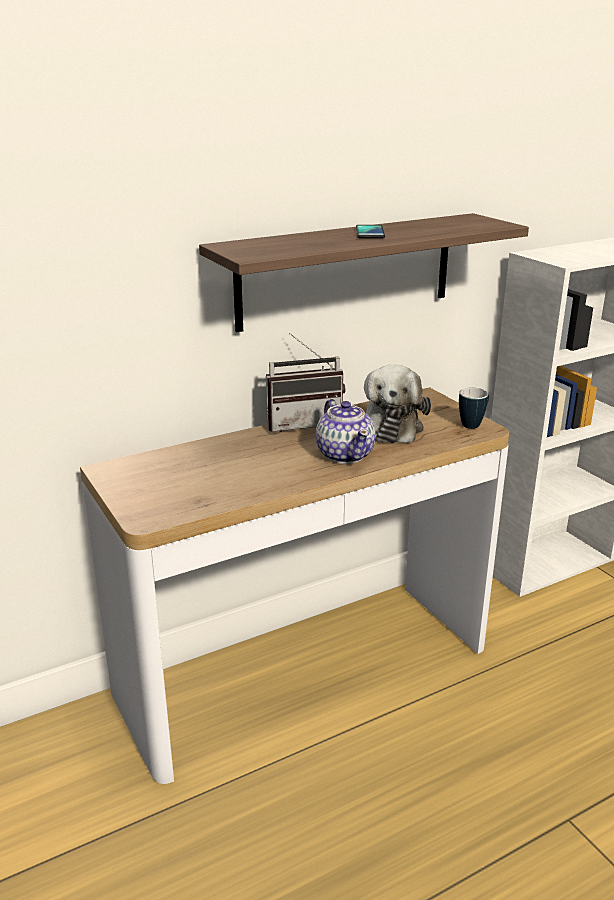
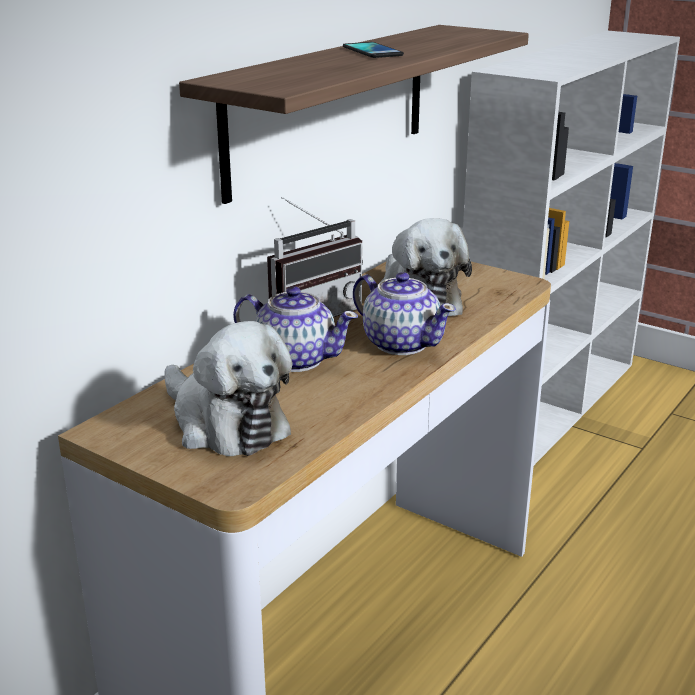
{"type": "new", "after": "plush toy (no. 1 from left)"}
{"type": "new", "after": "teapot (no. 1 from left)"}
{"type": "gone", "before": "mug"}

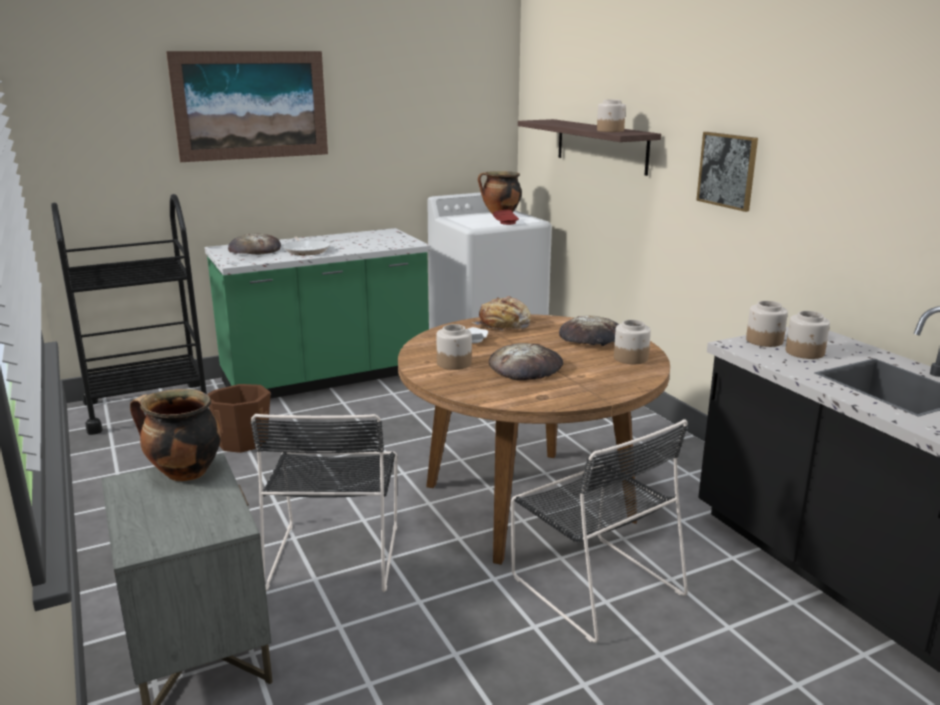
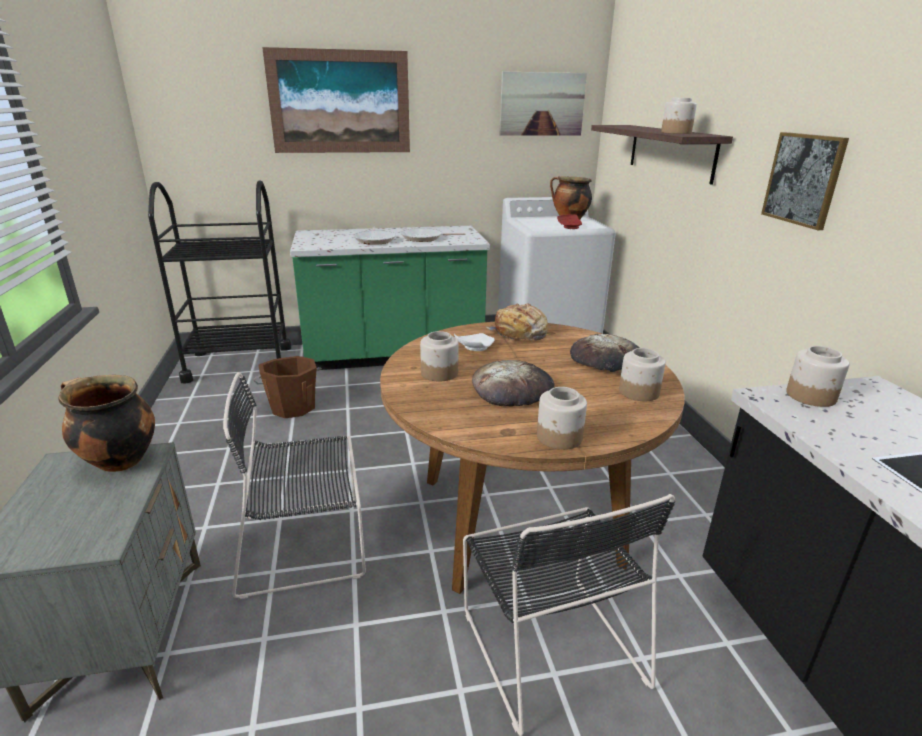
{"type": "rotated", "before": "black chair (no. 1 from left)", "turn": 60}
{"type": "new", "after": "frying pan (no. 2 from left)"}
{"type": "new", "after": "picture (no. 2 from left)"}
{"type": "shifted", "before": "jar (no. 5 from left in the first image)", "after": "jar (no. 2 from left)"}
{"type": "gone", "before": "bread (no. 1 from left)"}

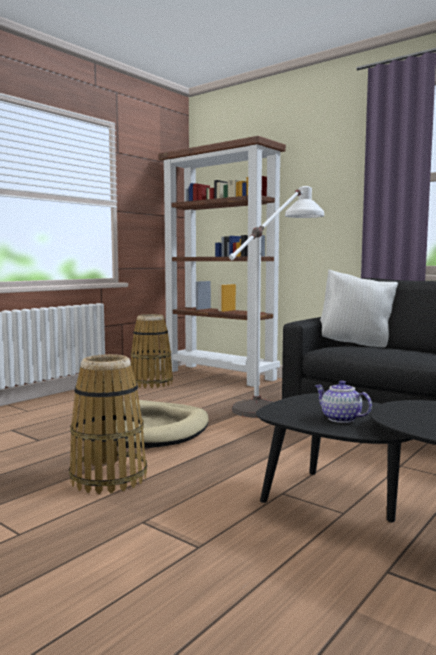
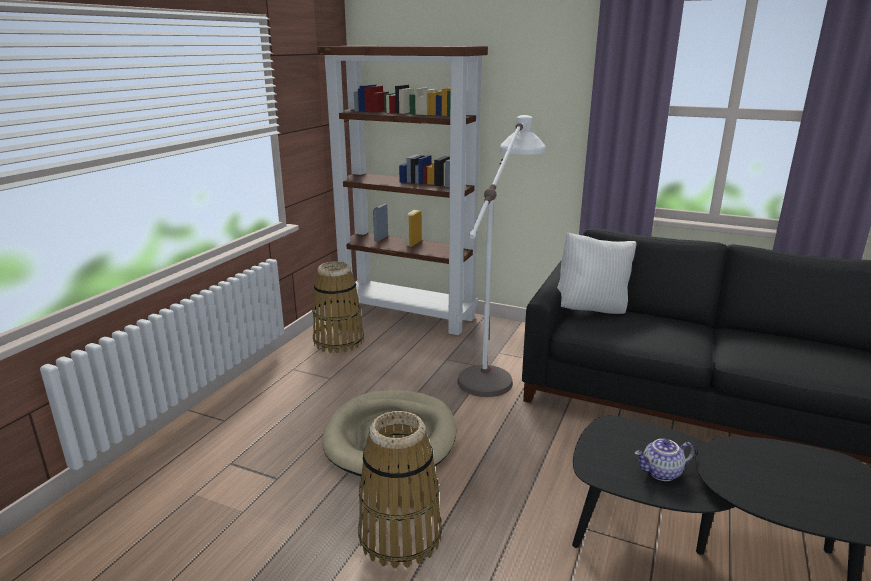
{"type": "rotated", "before": "teapot", "turn": -45}

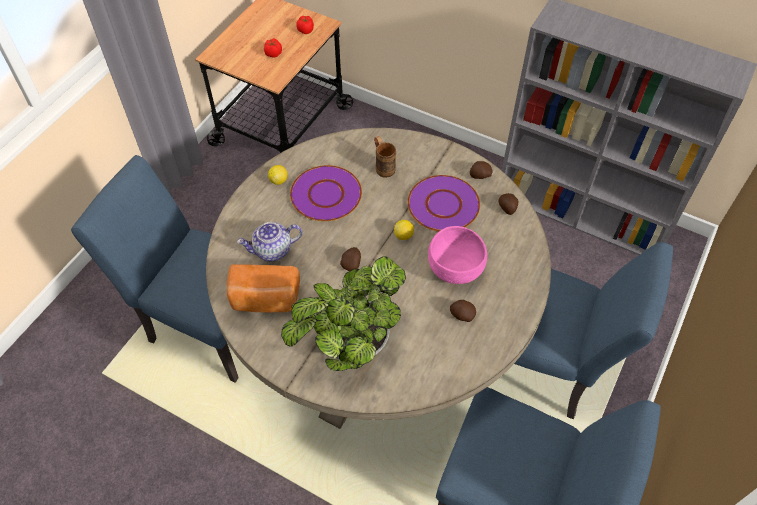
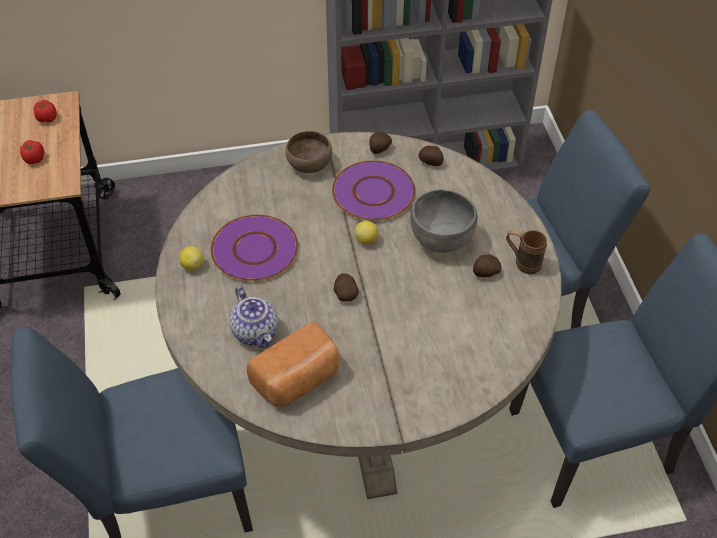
{"type": "rotated", "before": "teapot", "turn": -60}
{"type": "new", "after": "brown bowl"}
{"type": "repainted", "before": "pink bowl", "after": "grey bowl"}
{"type": "shifted", "before": "brown mug"}
{"type": "gone", "before": "potted plant"}

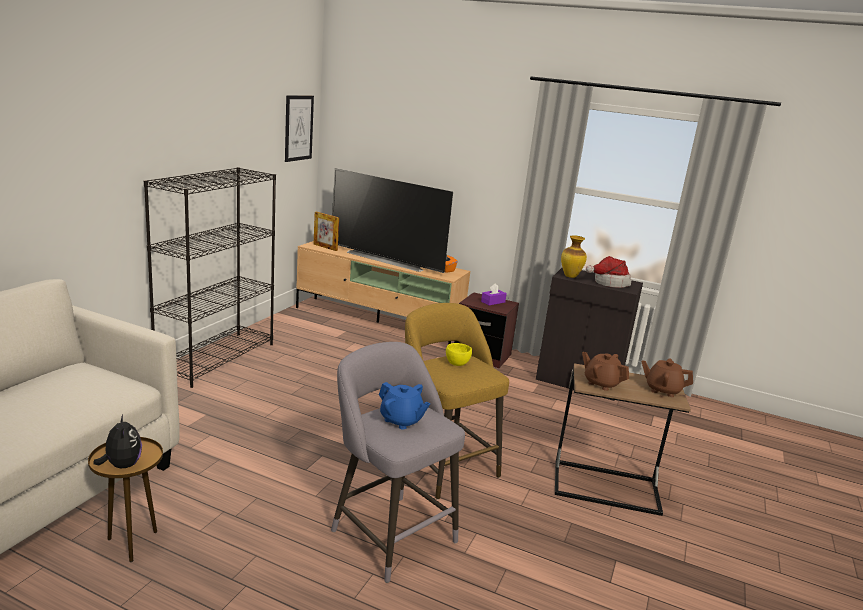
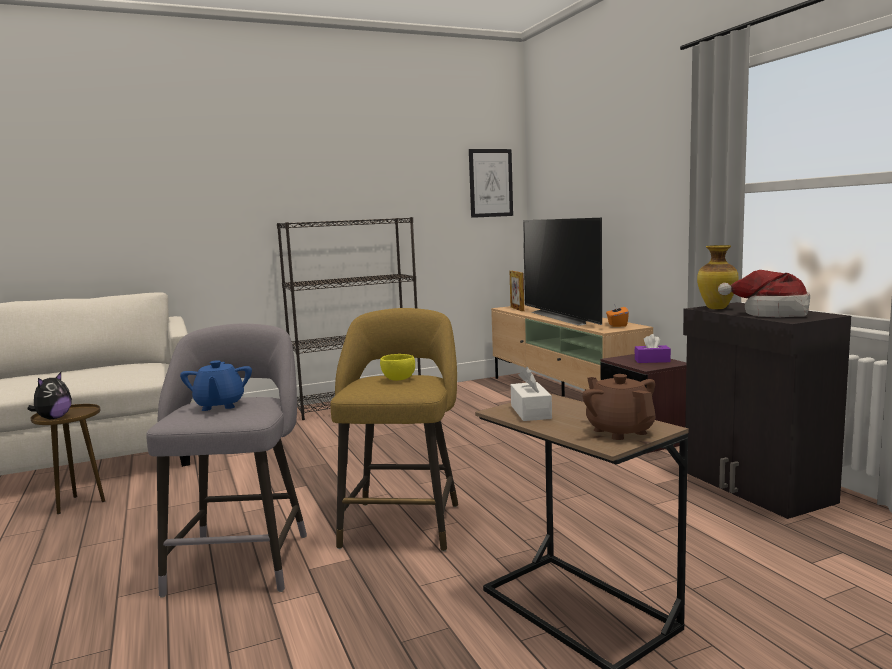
{"type": "swapped", "before": "brown teapot (no. 1 from left)", "after": "white tissue box"}

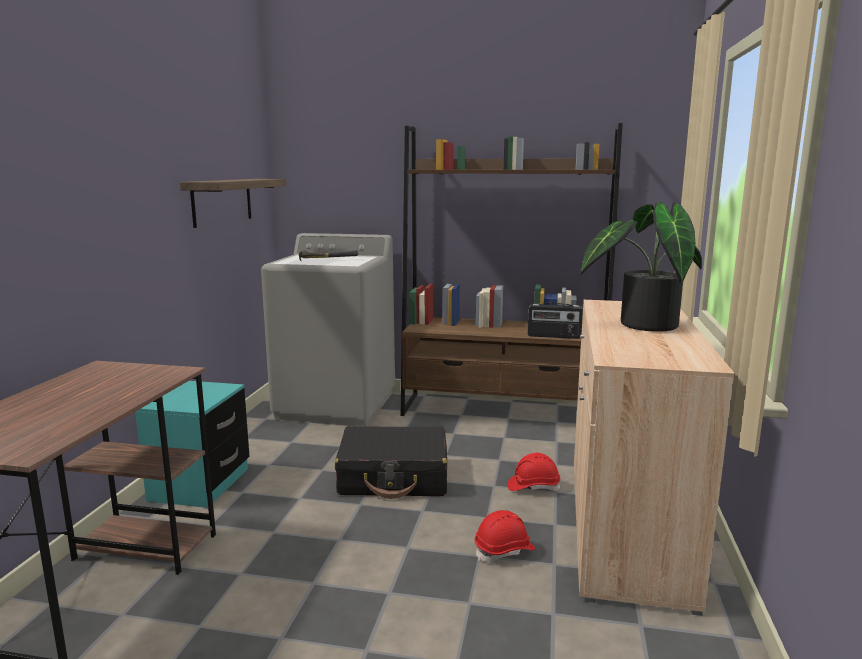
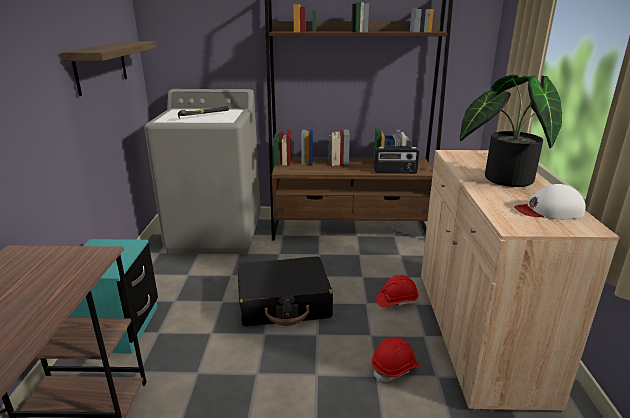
{"type": "new", "after": "white cap"}

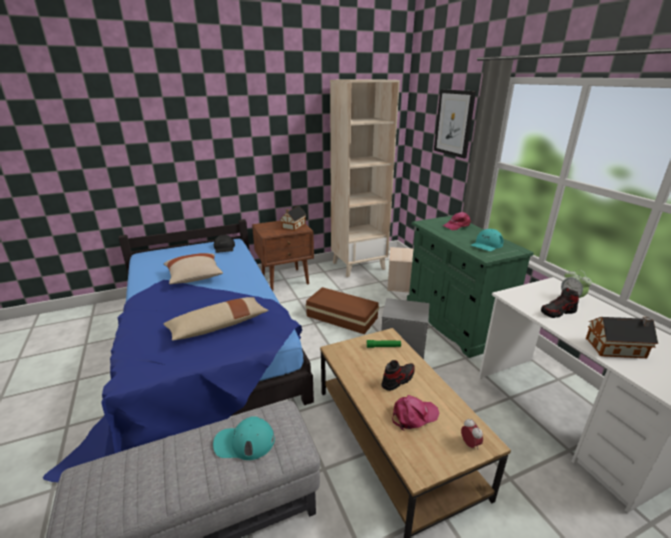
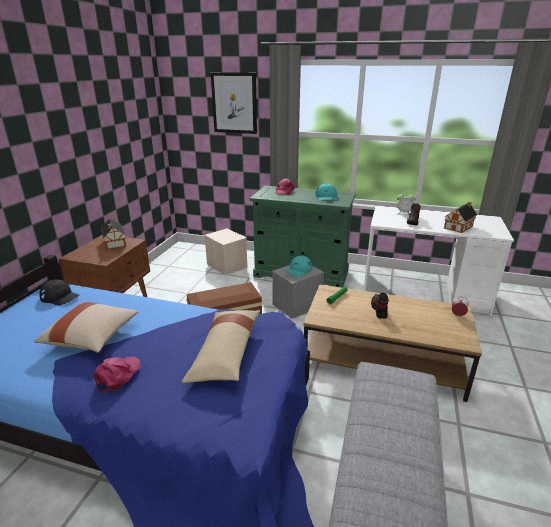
{"type": "shifted", "before": "pink cap (no. 1 from left)"}
{"type": "shifted", "before": "turquoise cap (no. 1 from left)"}
{"type": "gone", "before": "beige bookcase"}

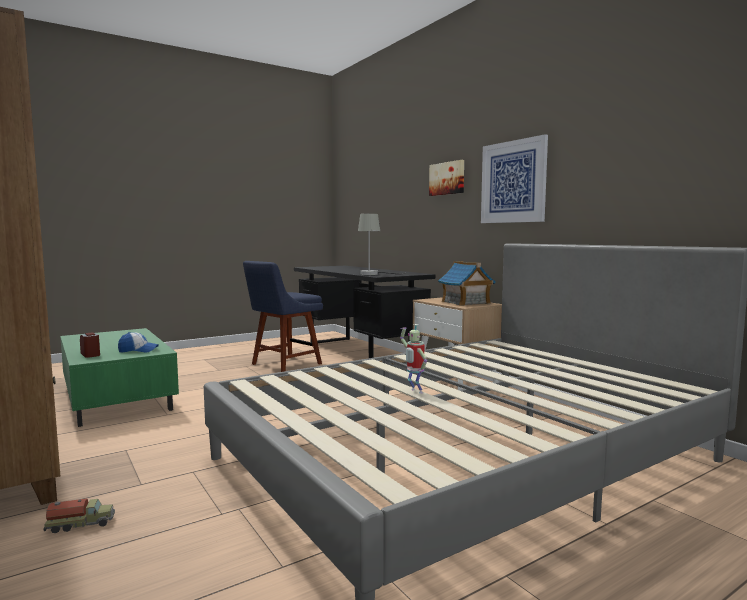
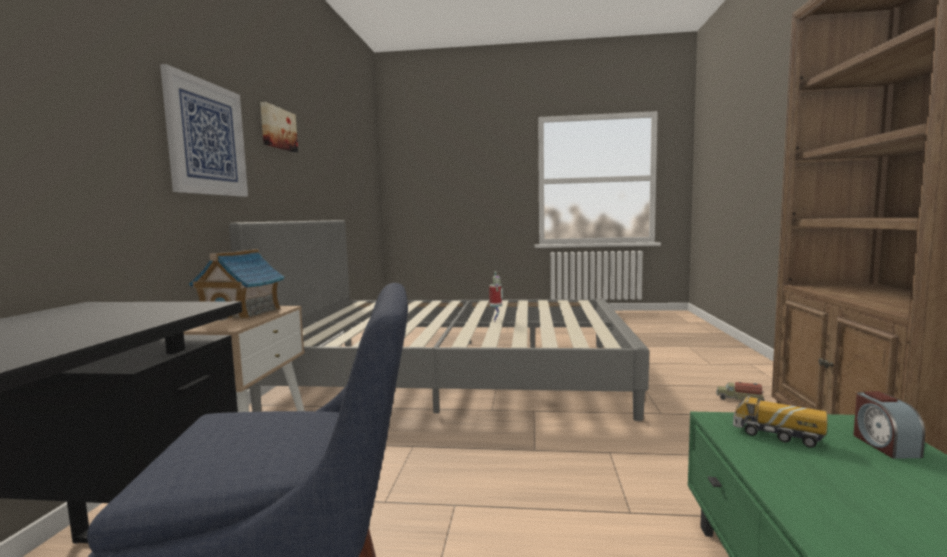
{"type": "shifted", "before": "picture (no. 1 from left in the first image)", "after": "picture (no. 2 from left)"}
{"type": "swapped", "before": "cap", "after": "toy truck (no. 2 from left)"}
{"type": "gone", "before": "grey table lamp"}

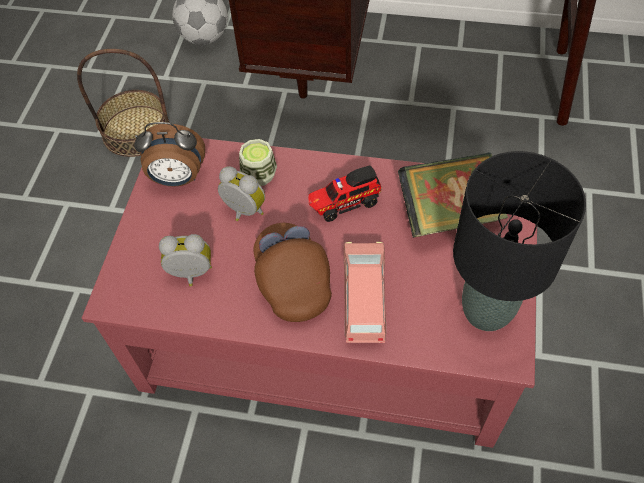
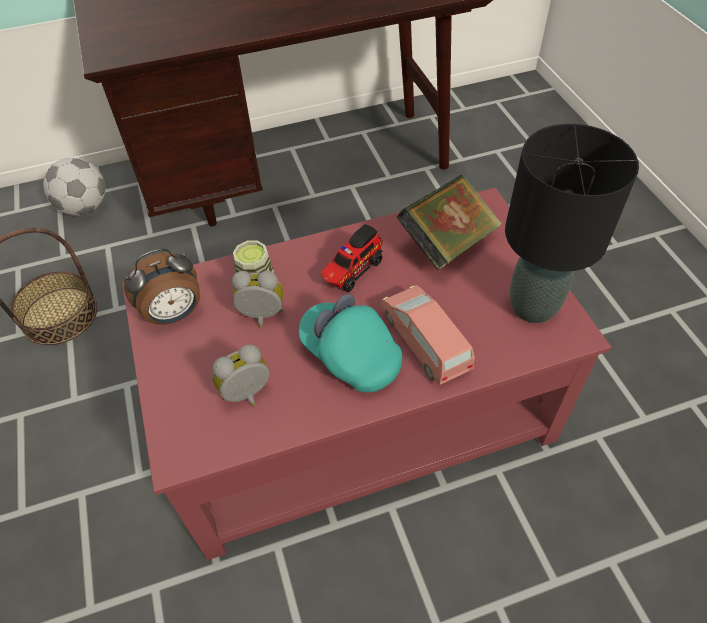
{"type": "repainted", "before": "brown cap", "after": "turquoise cap"}

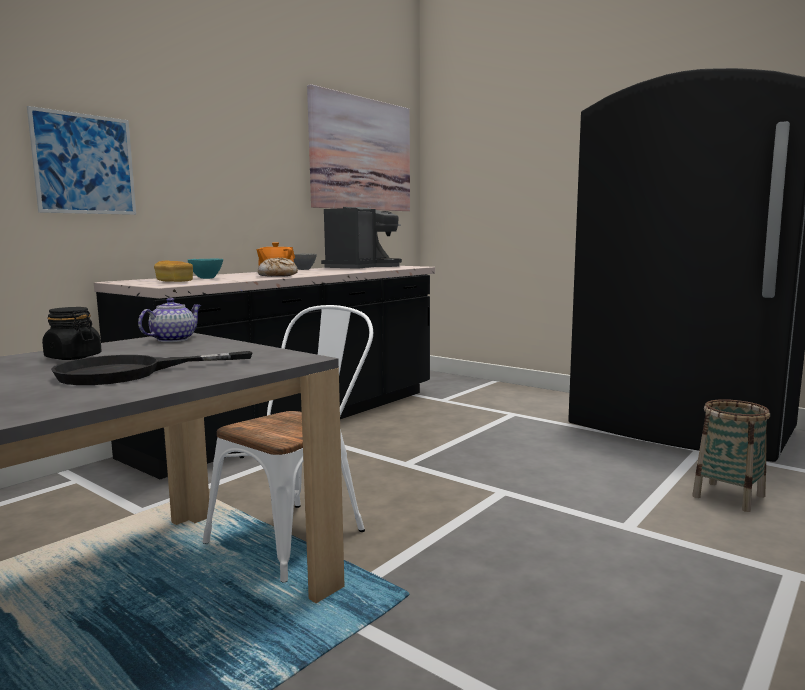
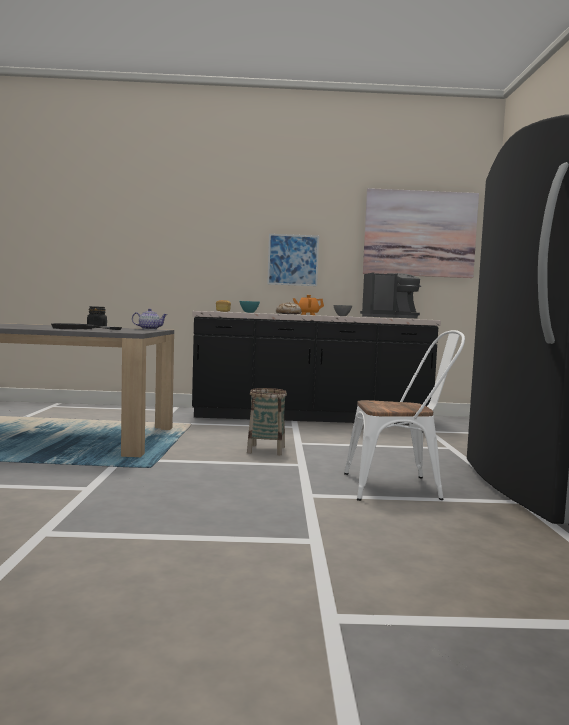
{"type": "shifted", "before": "basket"}
{"type": "shifted", "before": "picture (no. 1 from left)"}
{"type": "shifted", "before": "white chair"}

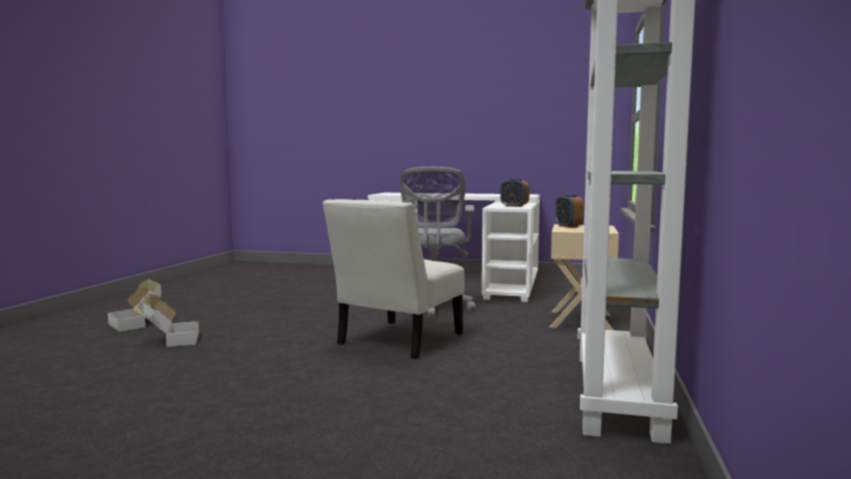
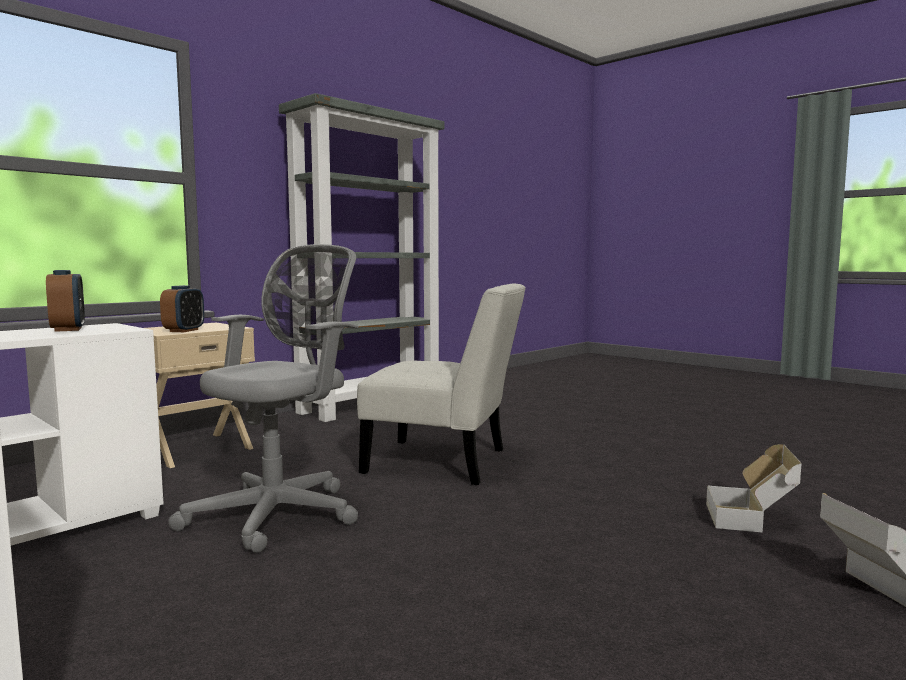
{"type": "rotated", "before": "white chair", "turn": 45}

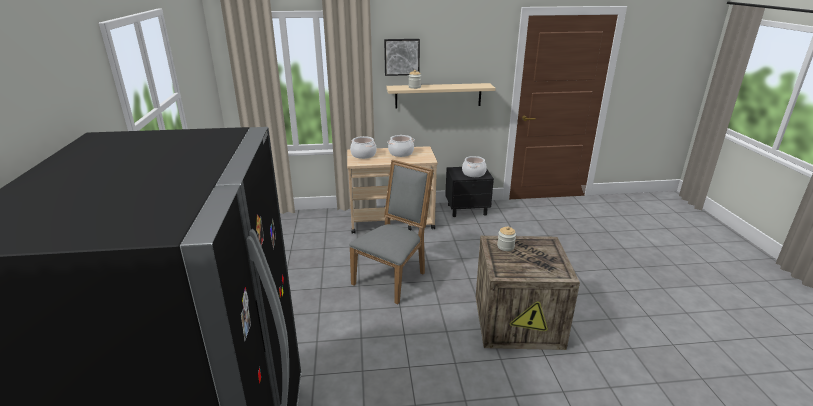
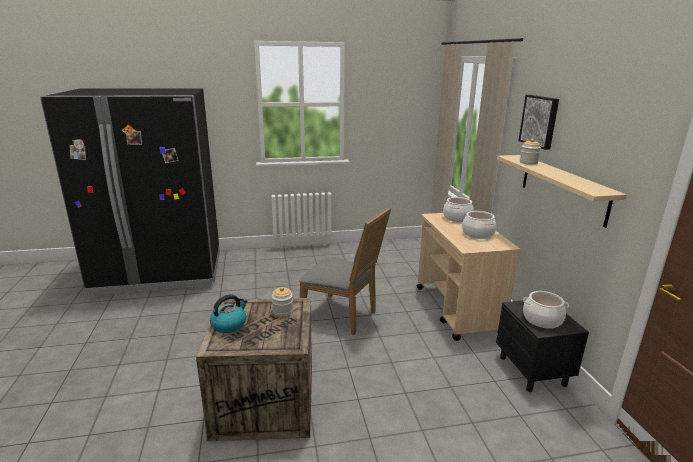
{"type": "new", "after": "kettle"}

